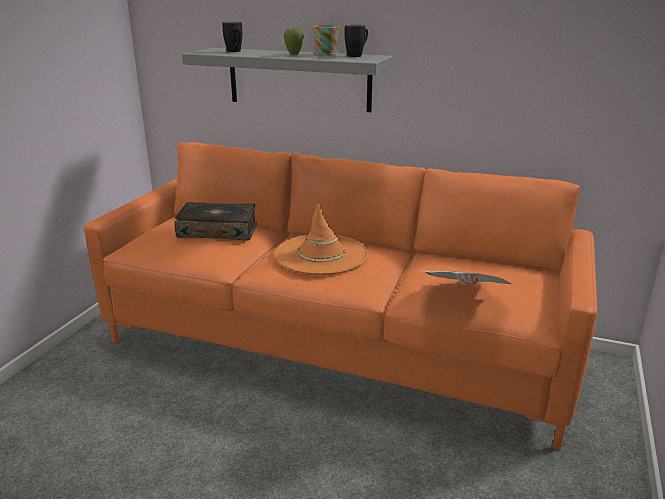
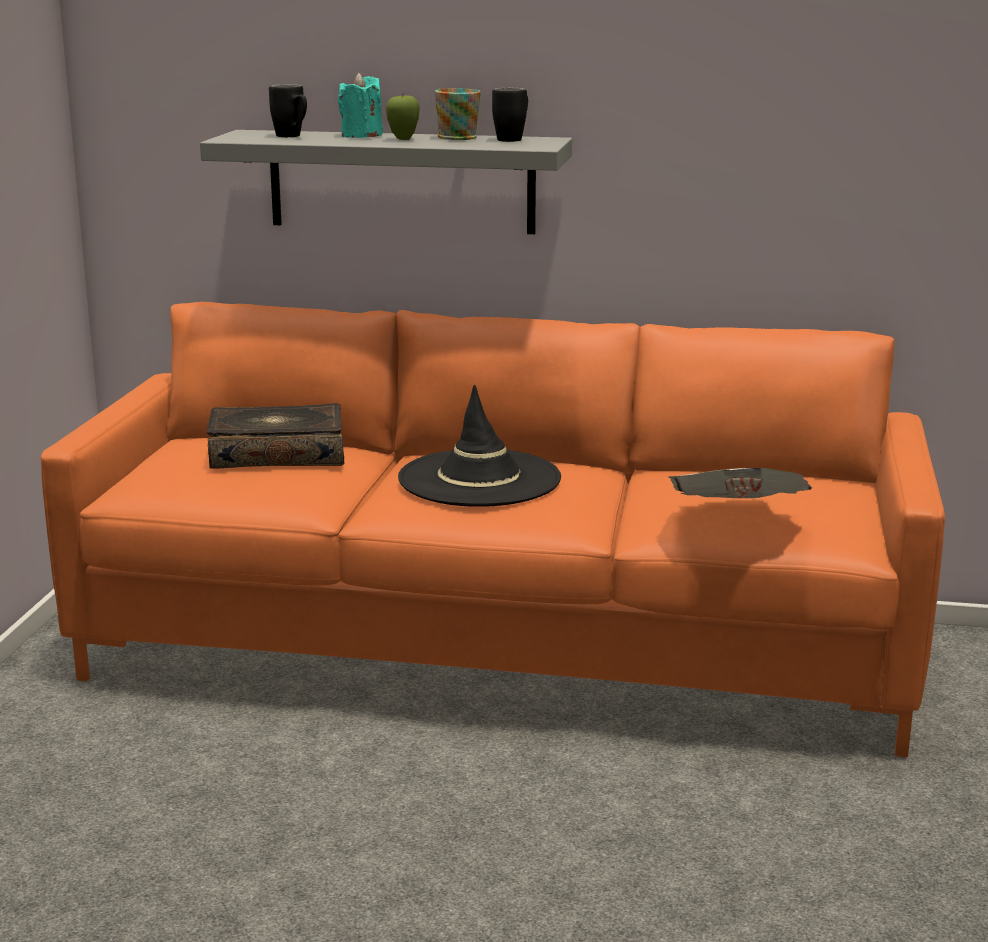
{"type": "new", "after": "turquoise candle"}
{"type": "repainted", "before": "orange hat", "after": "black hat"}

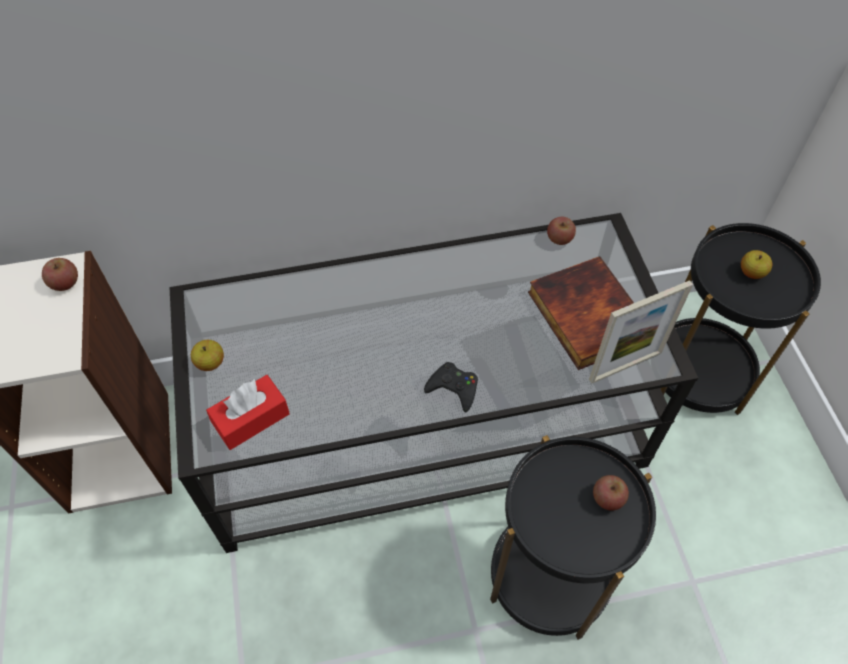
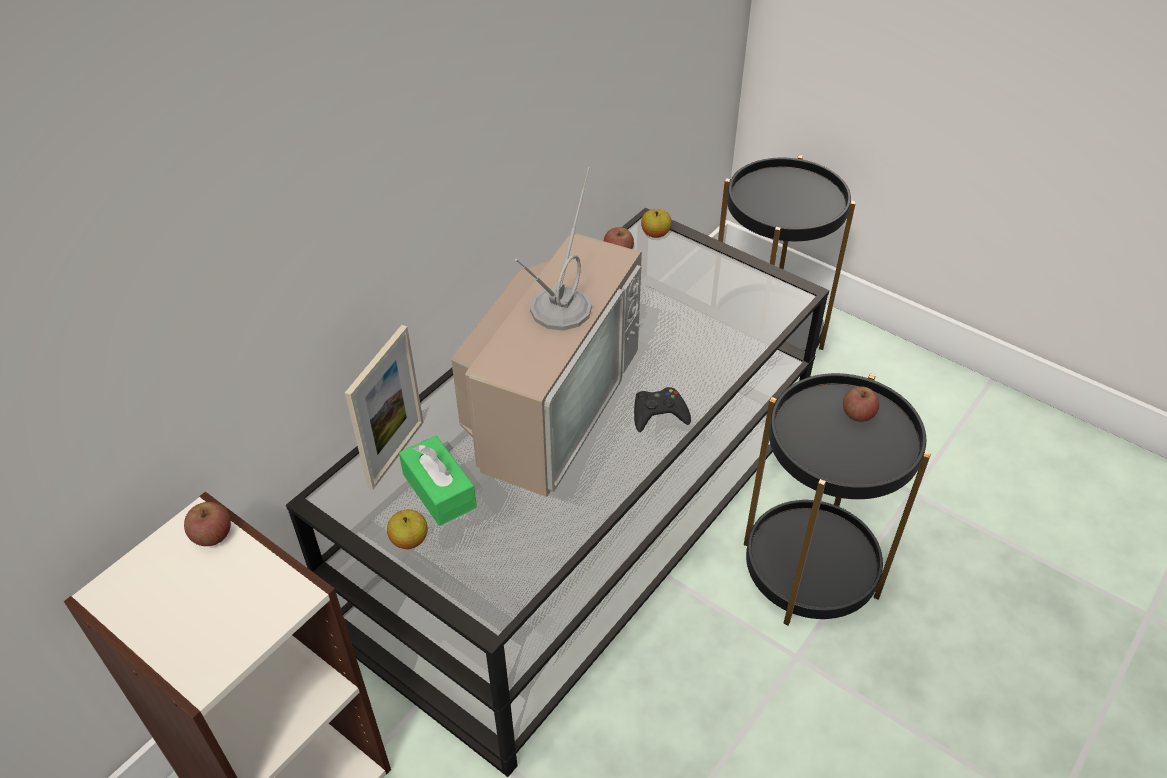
{"type": "shifted", "before": "picture frame"}
{"type": "new", "after": "green tissue box"}
{"type": "new", "after": "television"}
{"type": "shifted", "before": "apple (no. 5 from left in the first image)", "after": "apple (no. 4 from left)"}
{"type": "gone", "before": "red tissue box"}
{"type": "gone", "before": "book"}

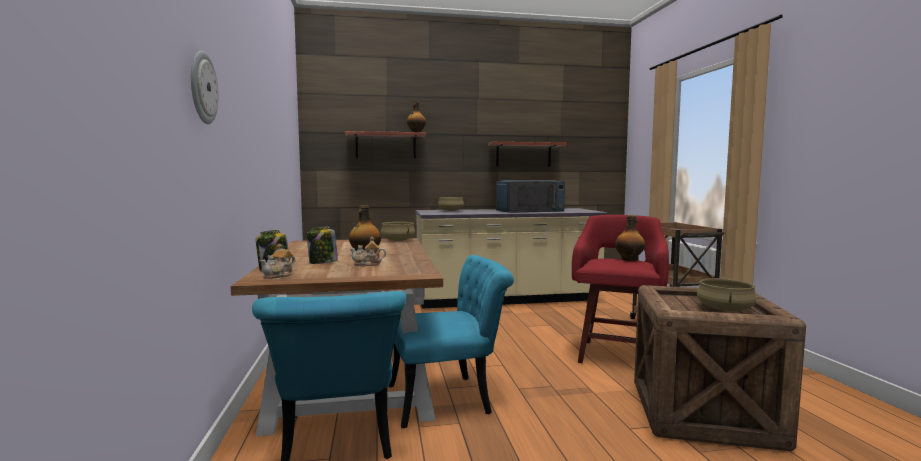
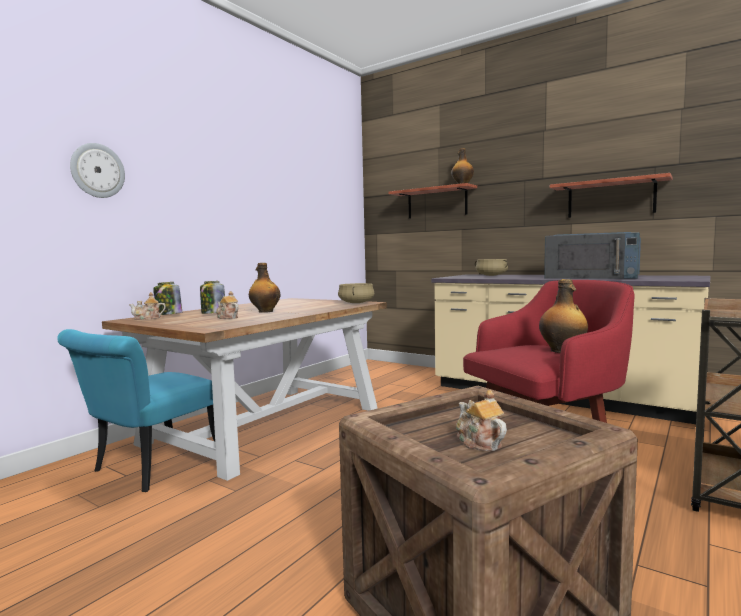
{"type": "swapped", "before": "beige cooking pot (no. 3 from left)", "after": "teapot (no. 3 from left)"}
{"type": "gone", "before": "turquoise chair (no. 2 from left)"}

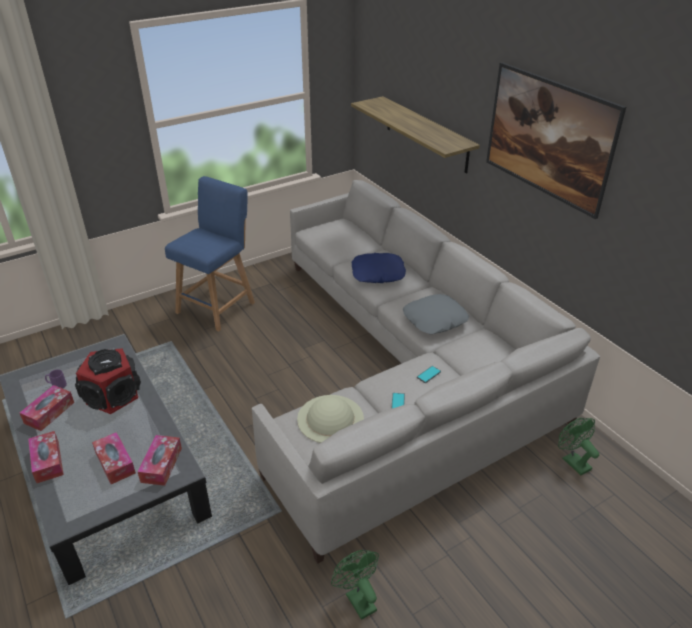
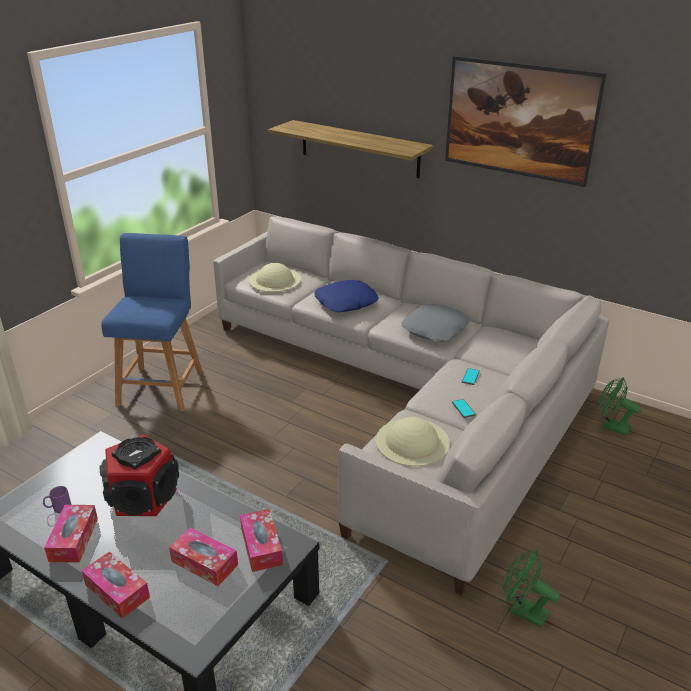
{"type": "new", "after": "beige hat (no. 1 from left)"}

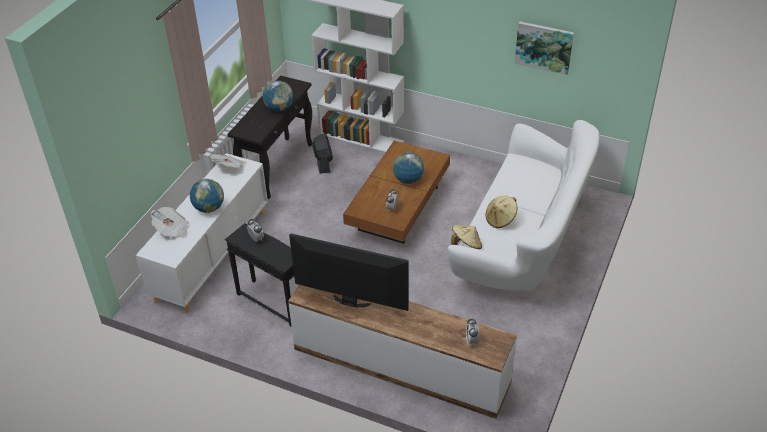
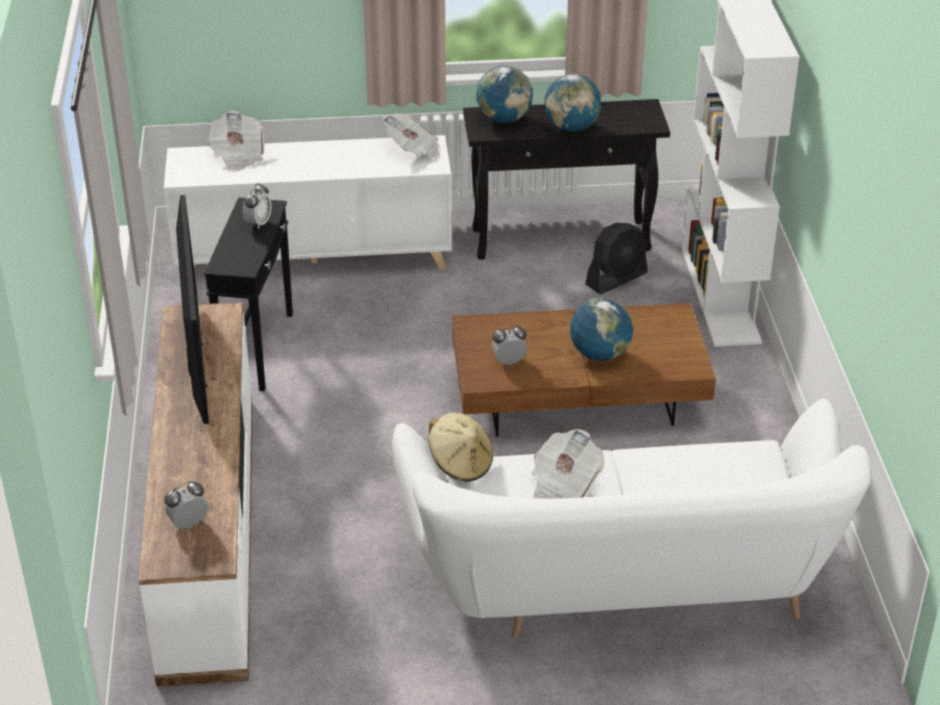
{"type": "shifted", "before": "globe (no. 1 from left)"}
{"type": "swapped", "before": "beige hat (no. 2 from left)", "after": "newspaper (no. 3 from left)"}
{"type": "gone", "before": "picture"}

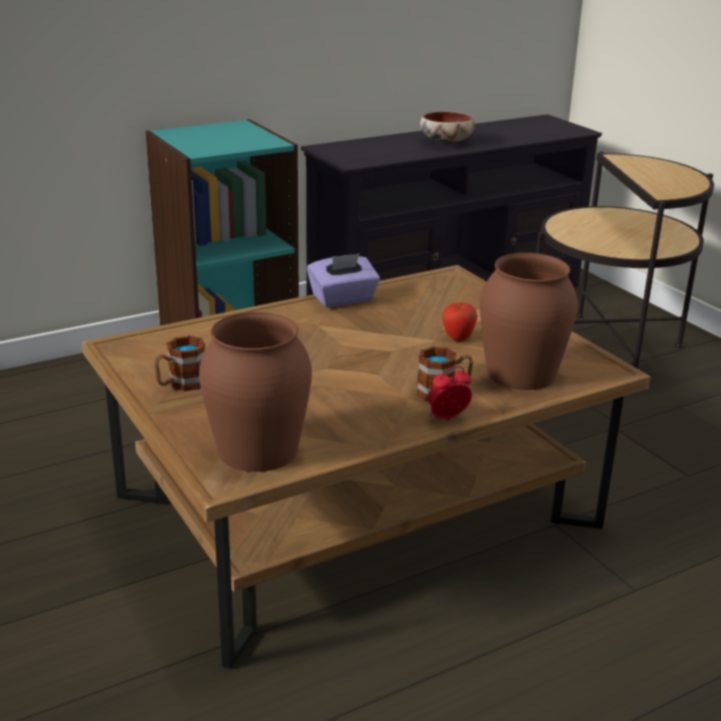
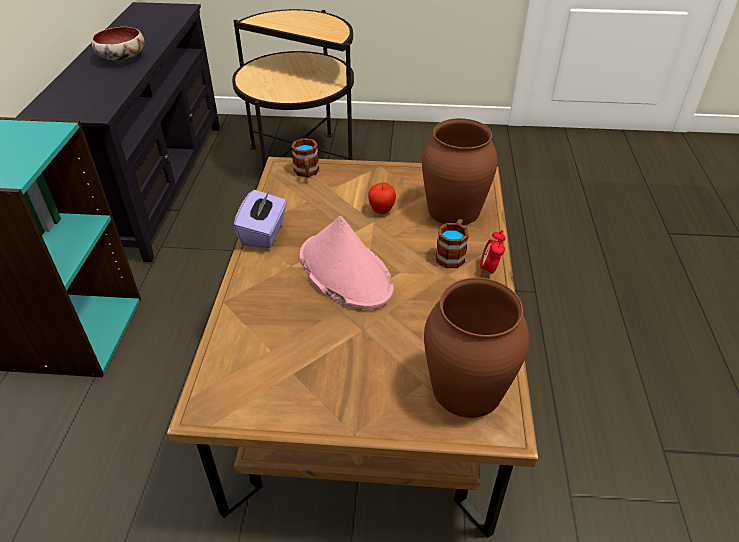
{"type": "shifted", "before": "mug (no. 1 from left)"}
{"type": "new", "after": "pink hat"}

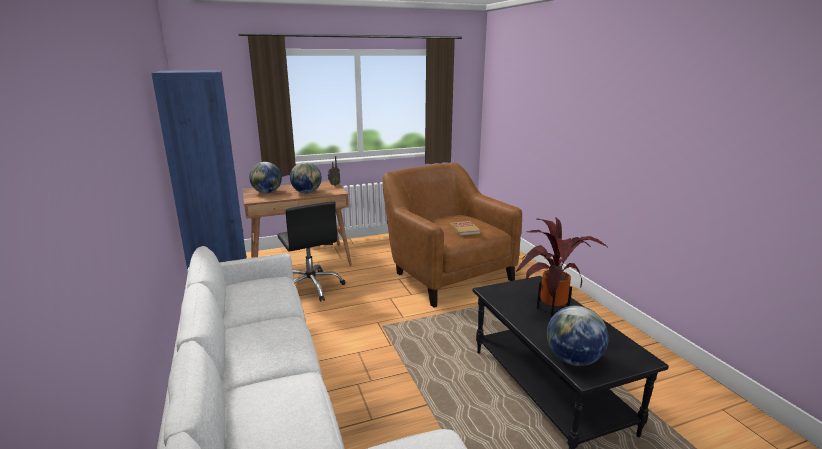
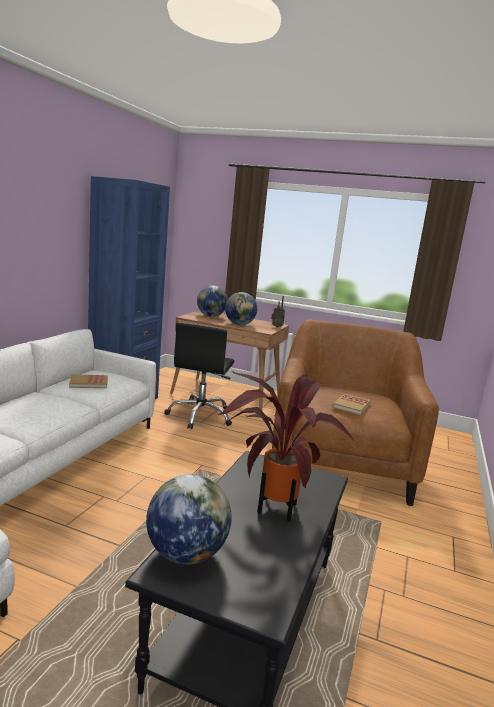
{"type": "new", "after": "book (no. 1 from left)"}

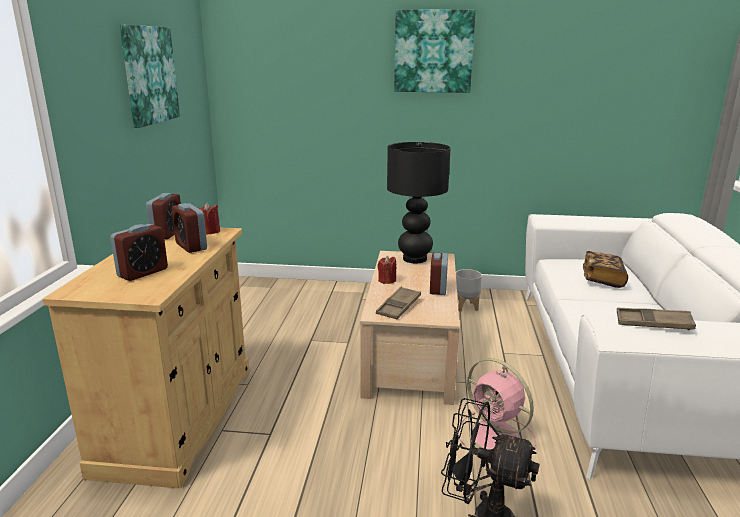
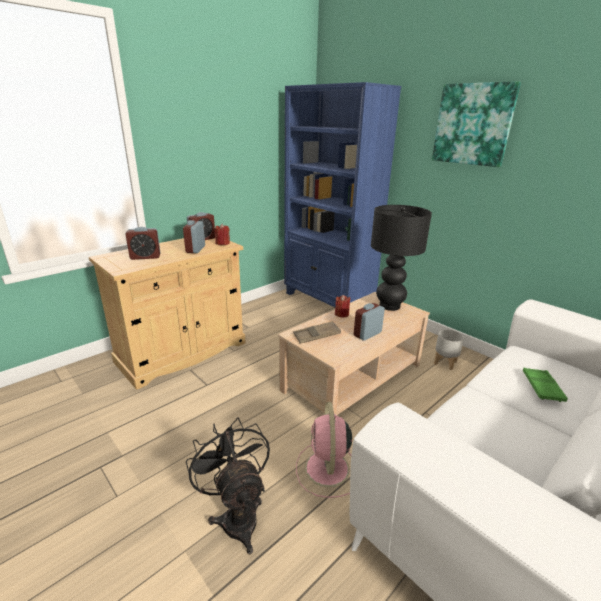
{"type": "new", "after": "blue bookcase"}
{"type": "swapped", "before": "book", "after": "green tray"}
{"type": "gone", "before": "picture (no. 1 from left)"}
{"type": "gone", "before": "brown tray (no. 2 from left)"}

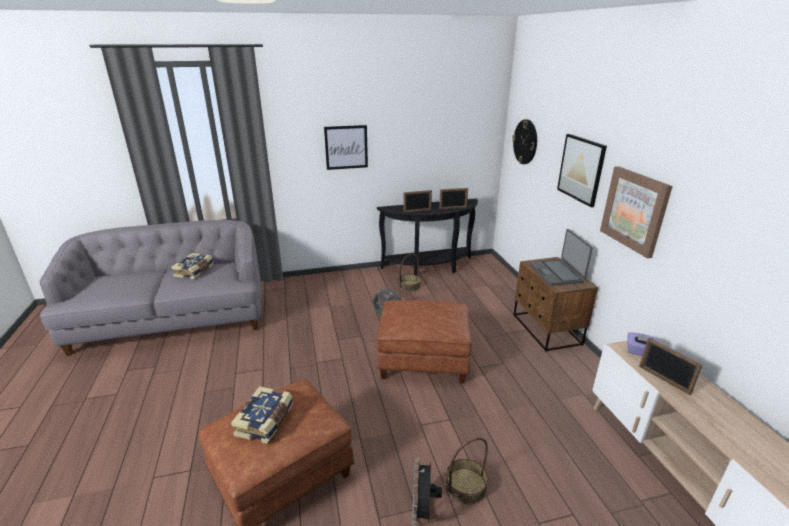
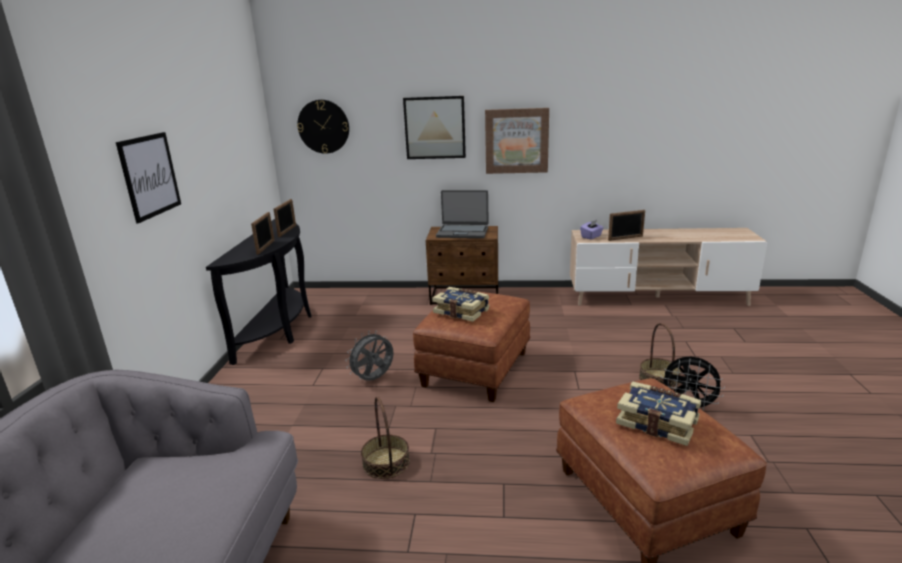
{"type": "shifted", "before": "basket (no. 1 from left)"}
{"type": "shifted", "before": "book (no. 1 from left)"}

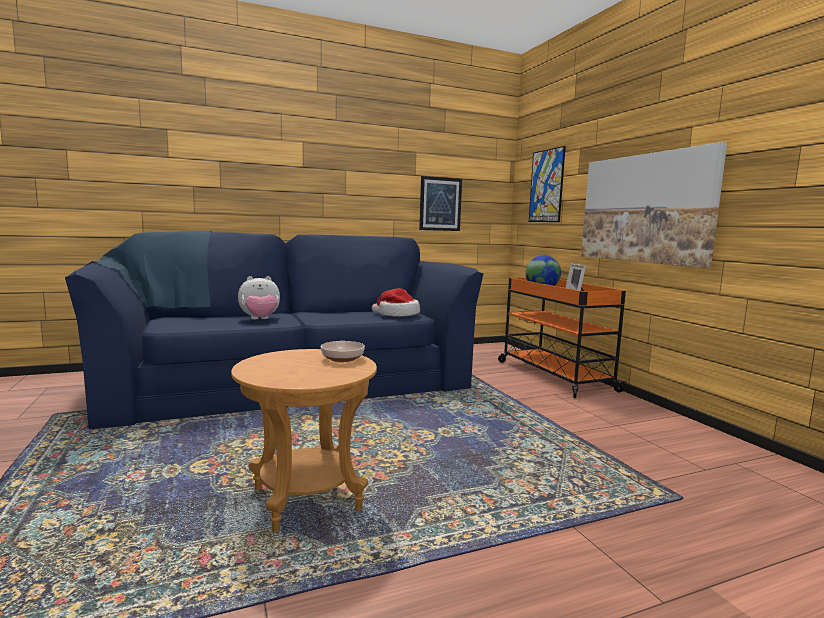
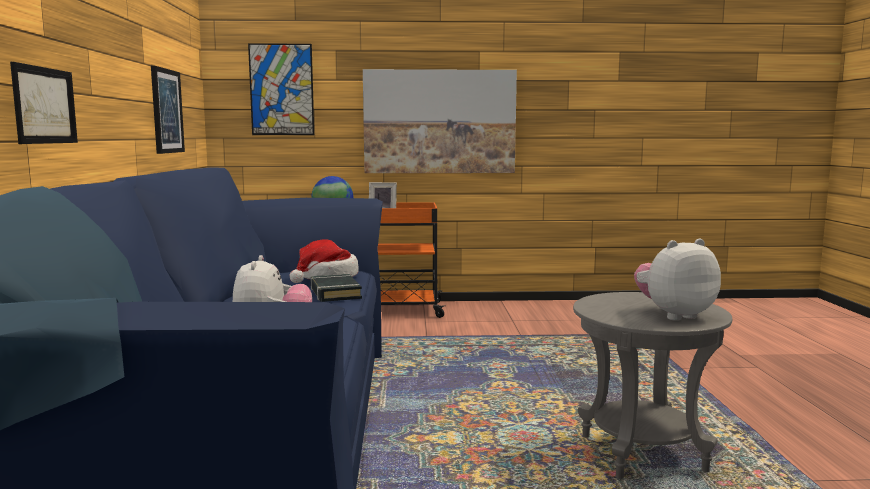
{"type": "new", "after": "picture (no. 1 from left)"}
{"type": "new", "after": "black book"}
{"type": "repainted", "before": "brown side table", "after": "grey side table"}
{"type": "new", "after": "plush toy (no. 2 from left)"}
{"type": "gone", "before": "bowl"}

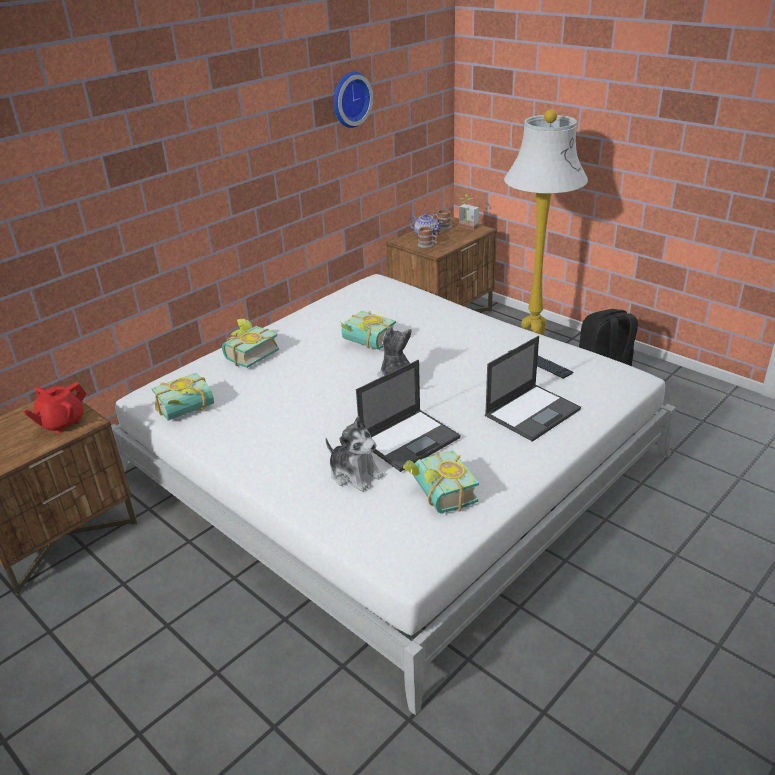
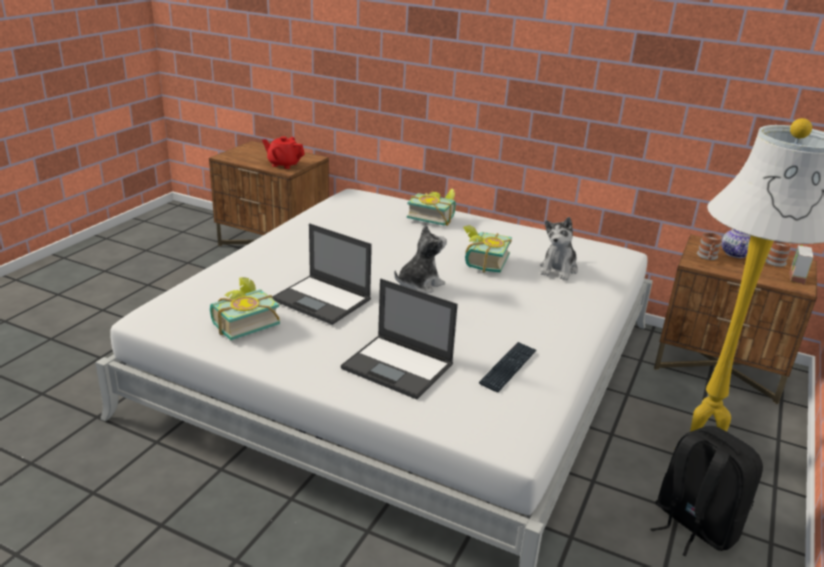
{"type": "shifted", "before": "plush toy (no. 1 from left in the first image)", "after": "plush toy (no. 2 from left)"}
{"type": "gone", "before": "book (no. 1 from left)"}
{"type": "gone", "before": "wall clock"}

